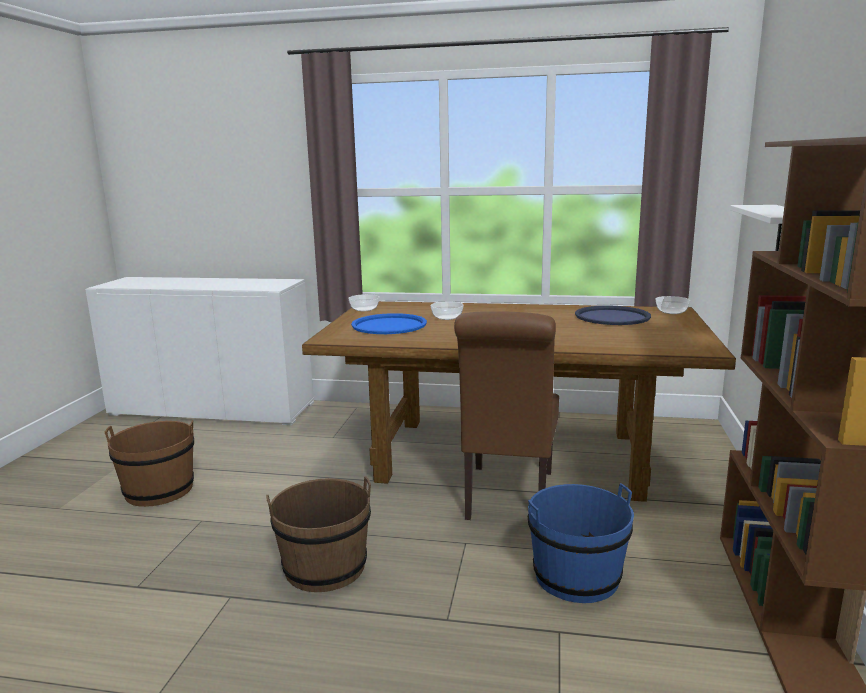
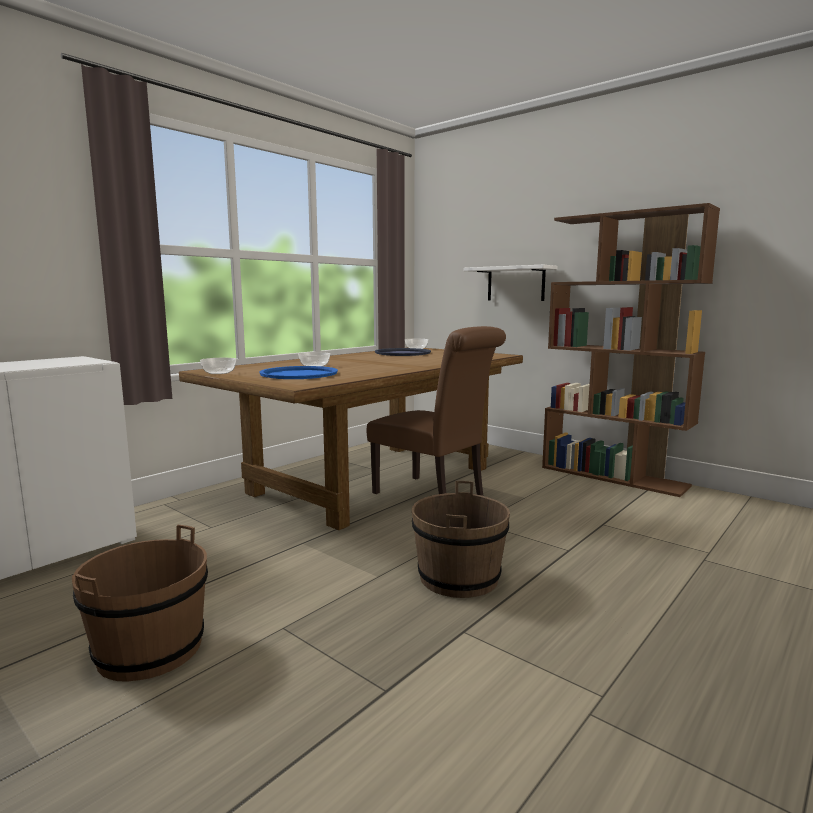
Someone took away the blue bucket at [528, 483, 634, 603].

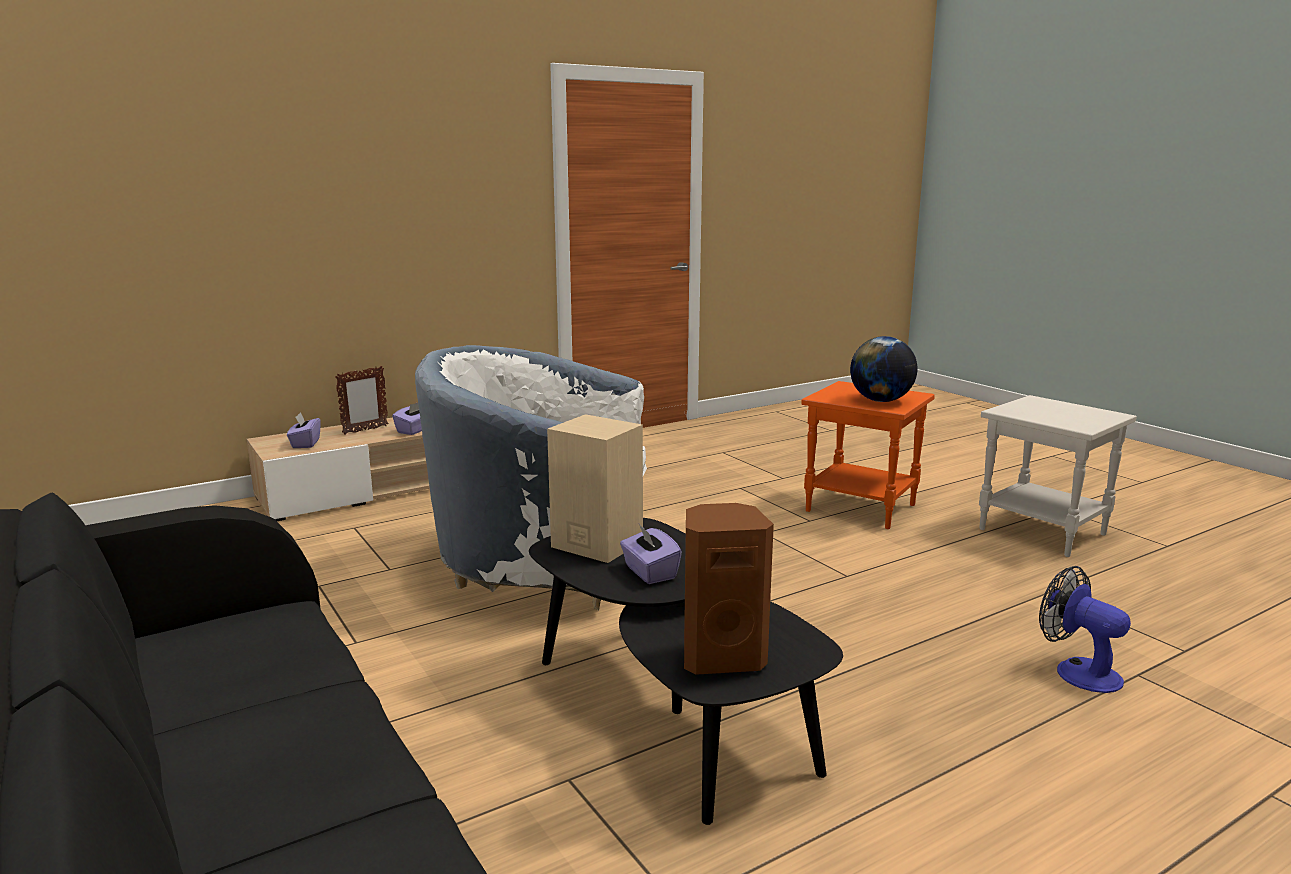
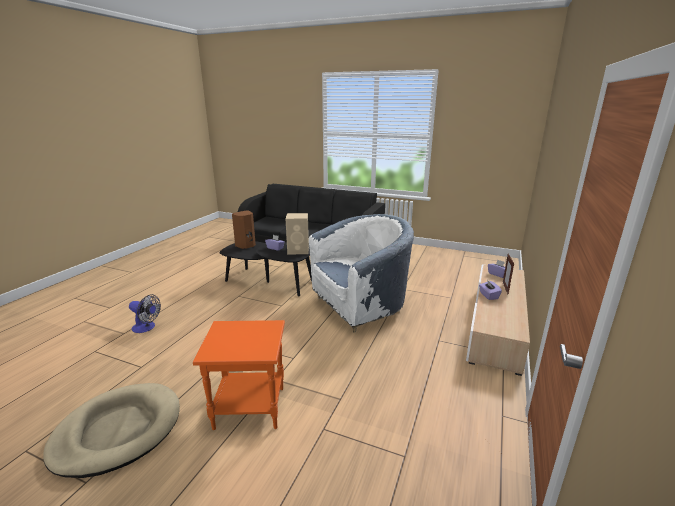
Someone took away the globe at [850, 336, 918, 402].
Someone swapped the white side table at [979, 395, 1137, 557] for the beige dog bed at [43, 383, 180, 478].

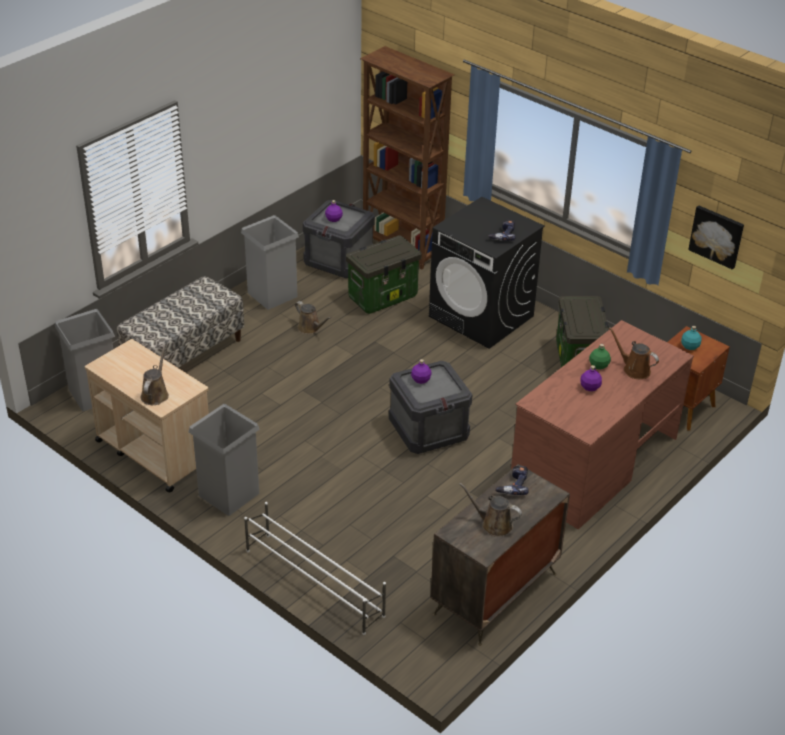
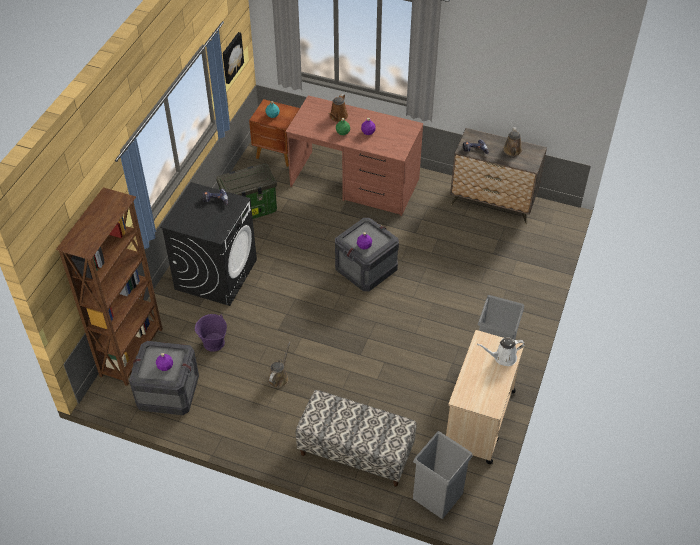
Someone repainted the brown watering can at [141, 345, 169, 405], which became the white watering can at [477, 338, 525, 366].
Someone took away the grey trash can at [241, 215, 299, 310].
Someone took away the white shoe rack at [244, 502, 386, 635].
Someone swapped the storage box at [346, 236, 422, 314] for the purple bucket at [195, 314, 227, 352].

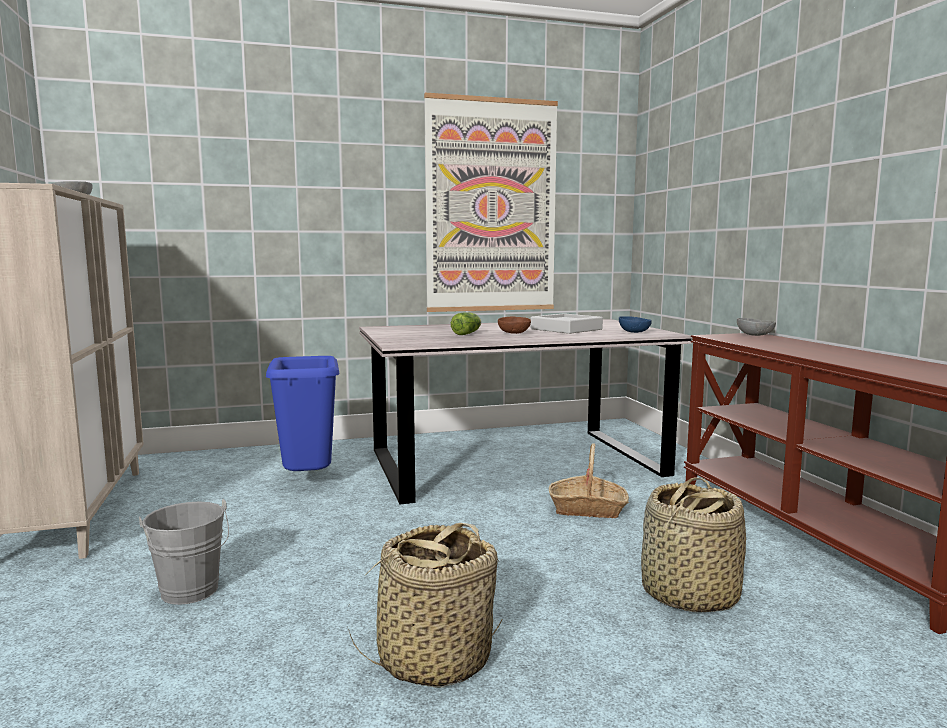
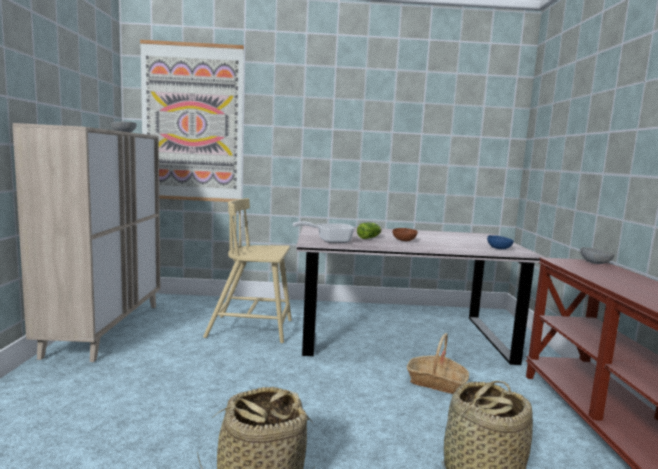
Someone took away the grey bucket at [139, 499, 229, 605].
Someone swapped the blue trash can at [266, 356, 340, 471] for the beige chair at [203, 198, 292, 343].
Someone carried the picture from [424, 93, 558, 312] to [140, 40, 244, 202].
Someone took away the grey tray at [530, 313, 603, 334].
Someone put down the frying pan at [293, 221, 355, 243].

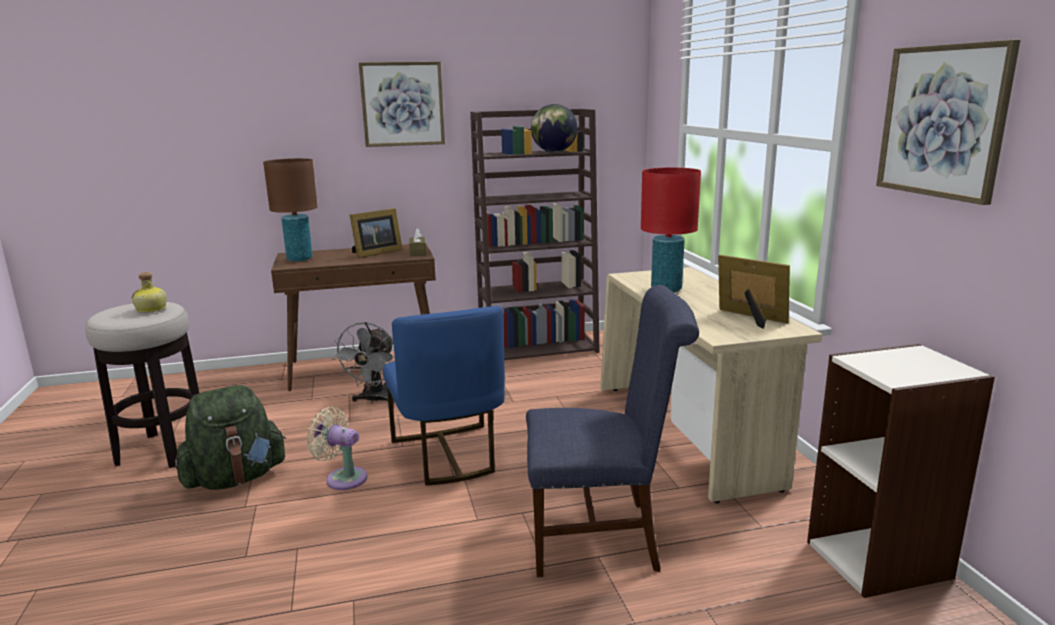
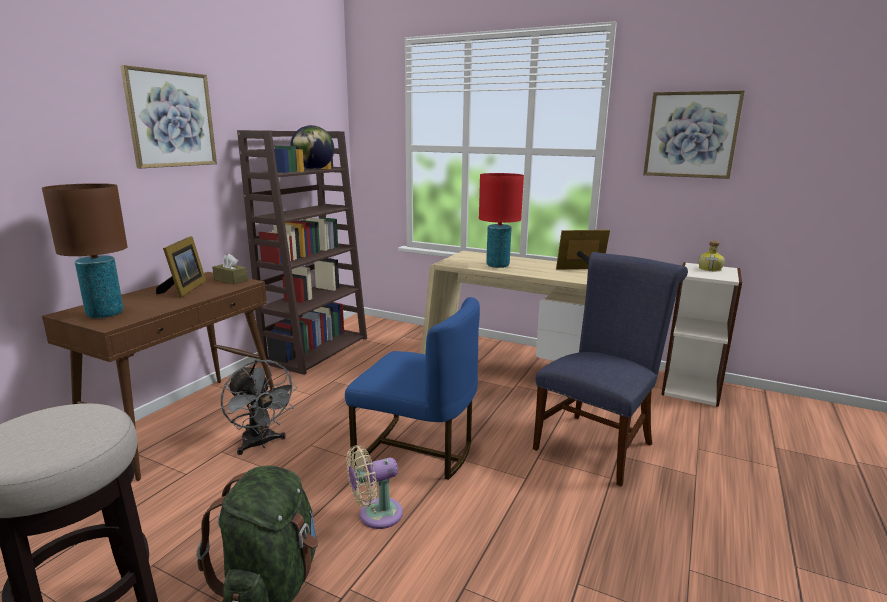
Someone carried the bottle from [132, 272, 167, 313] to [698, 241, 725, 271].

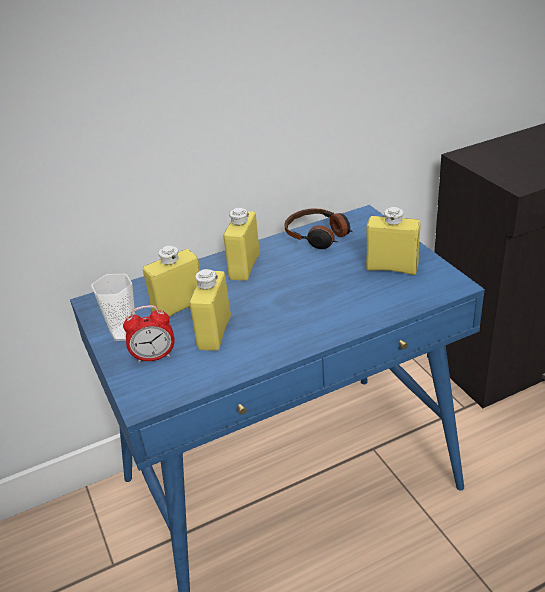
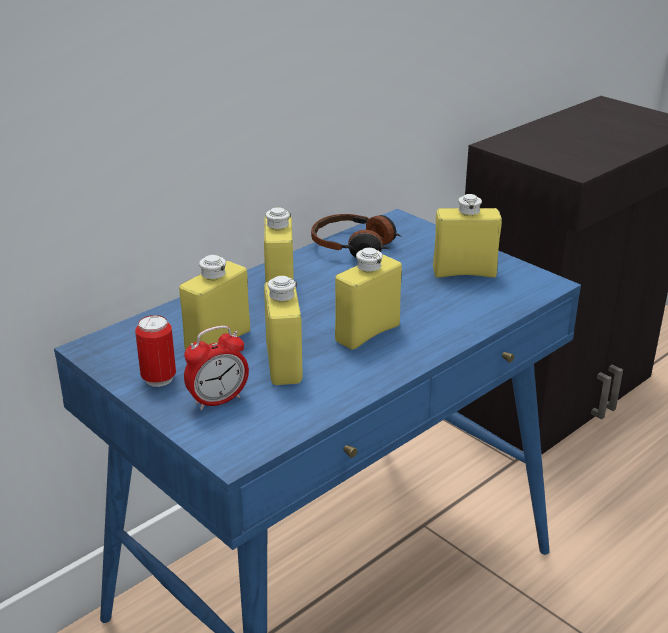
Someone swapped the cup at [91, 274, 135, 341] for the can at [135, 315, 176, 387].
Someone put down the yellow bottle at [335, 248, 402, 350].

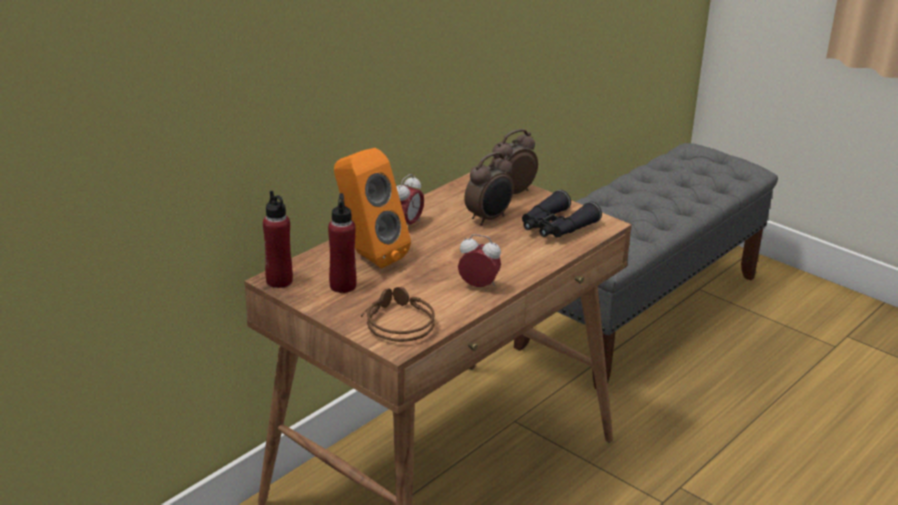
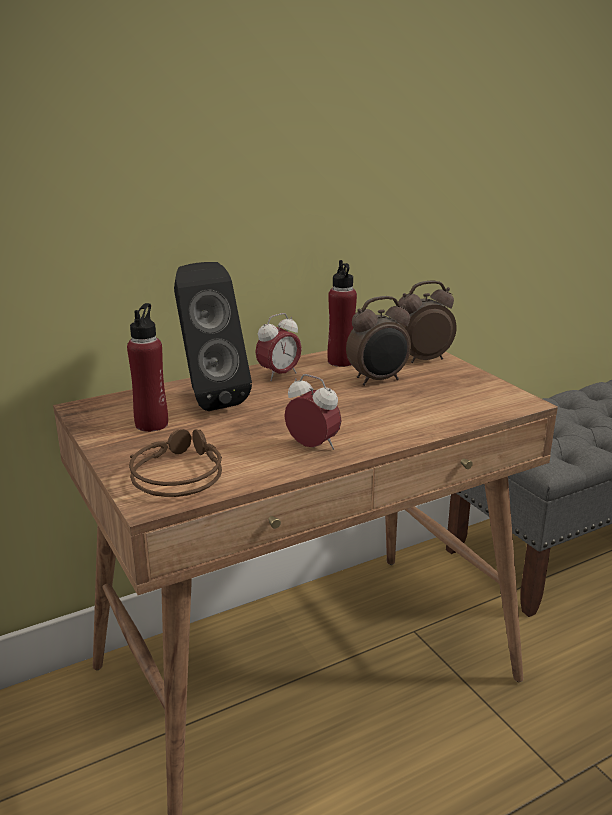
Someone carried the red bottle from [263, 191, 293, 288] to [328, 260, 357, 367].
Someone repainted the orange speaker at [334, 148, 411, 268], which became the black speaker at [174, 262, 252, 411].
Someone took away the black binoculars at [522, 190, 602, 238].

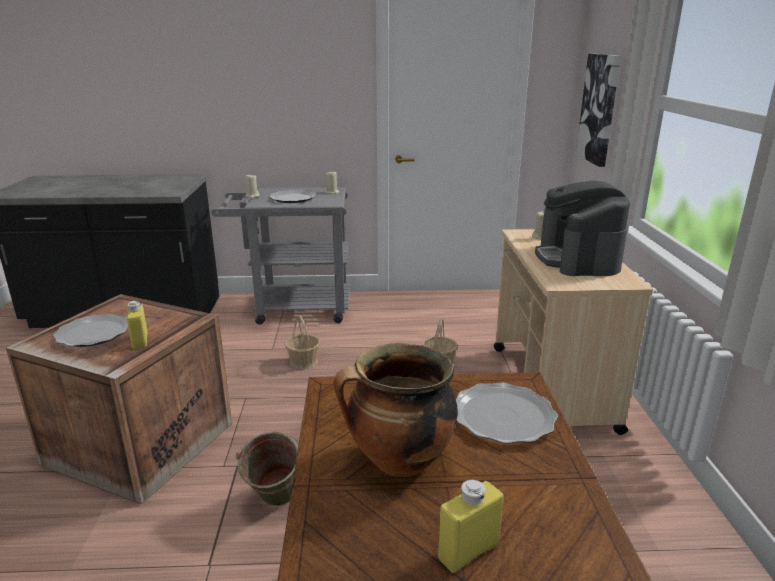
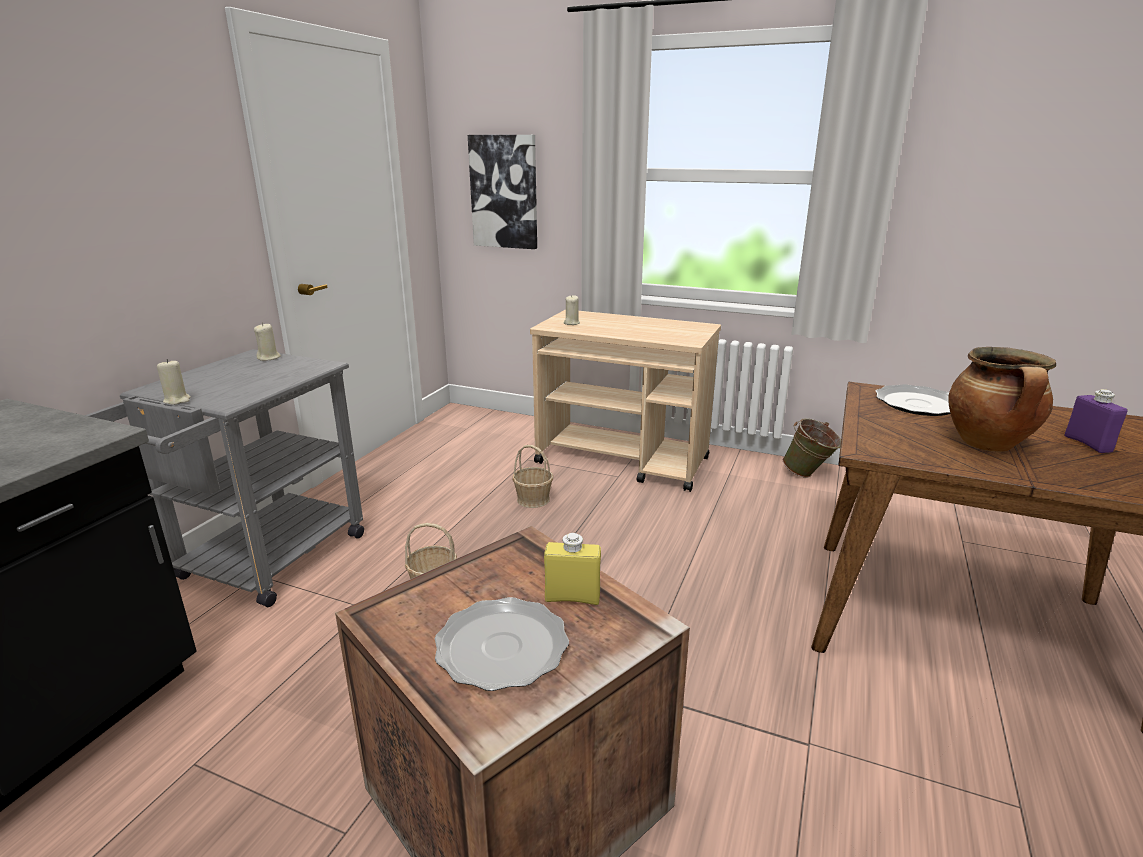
Someone carried the green bucket from [236, 432, 299, 506] to [783, 418, 841, 478].
Someone took away the plate at [269, 190, 316, 203].
Someone repainted the yellow bottle at [438, 480, 504, 573], which became the purple bottle at [1064, 389, 1128, 453].
Someone took away the coffee machine at [535, 181, 630, 276].

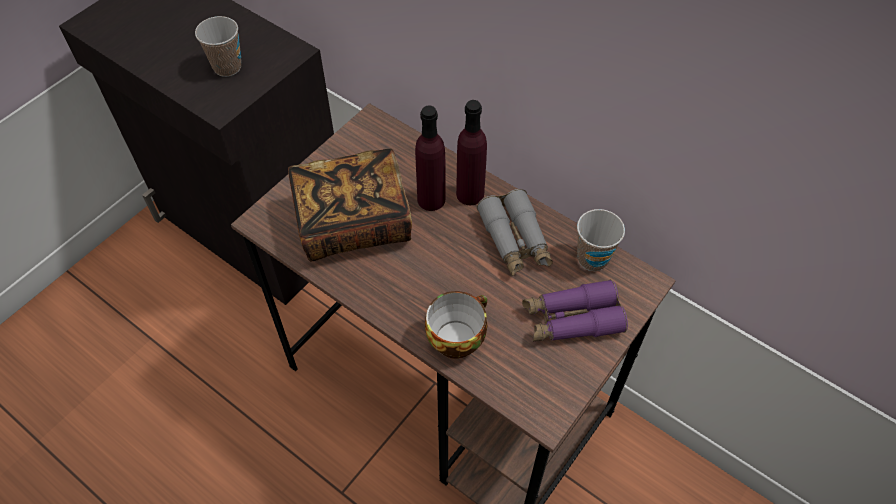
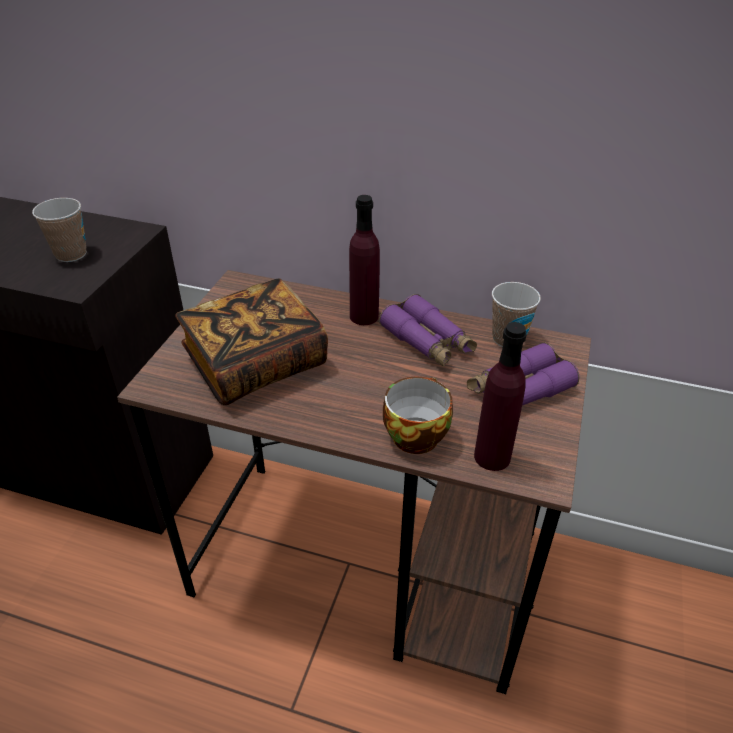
Someone carried the purple bottle from [415, 105, 446, 211] to [474, 322, 527, 471].
Someone repainted the grey binoculars at [477, 189, 553, 276], which became the purple binoculars at [379, 294, 477, 367].

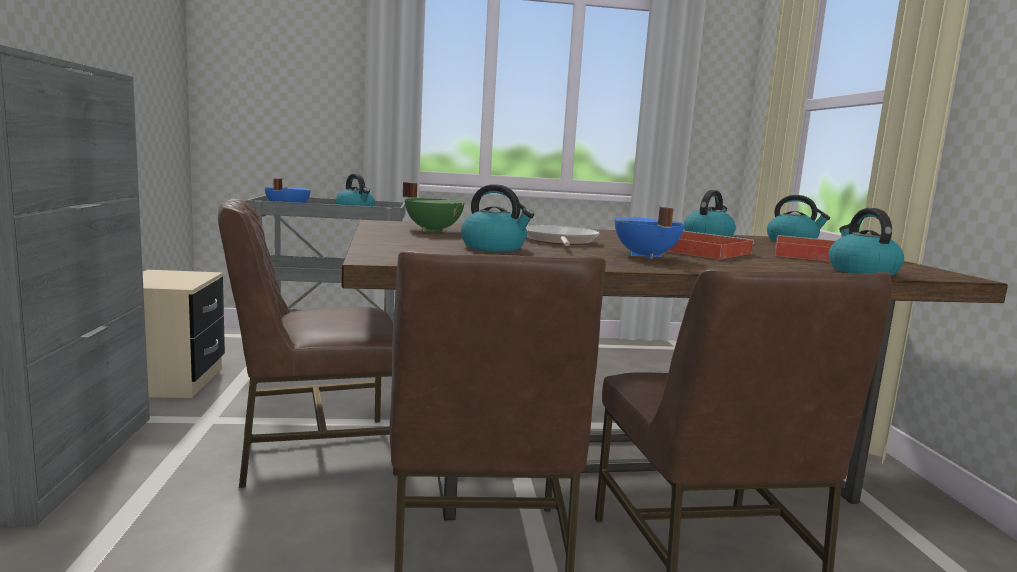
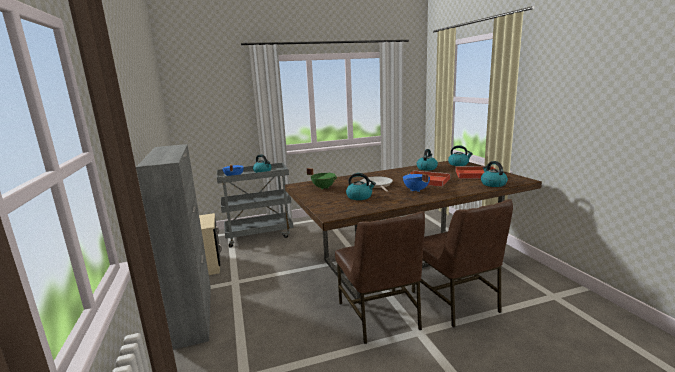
Someone took away the brown chair at [218, 198, 398, 488].

